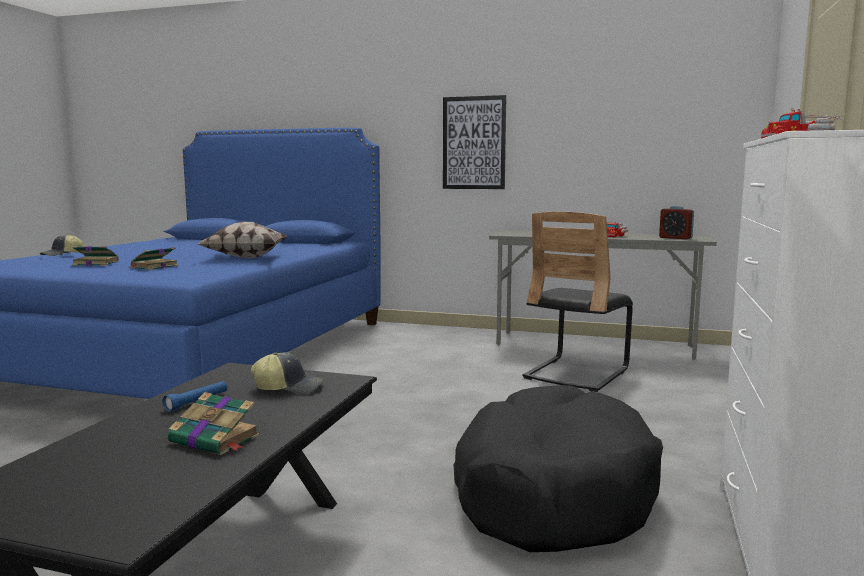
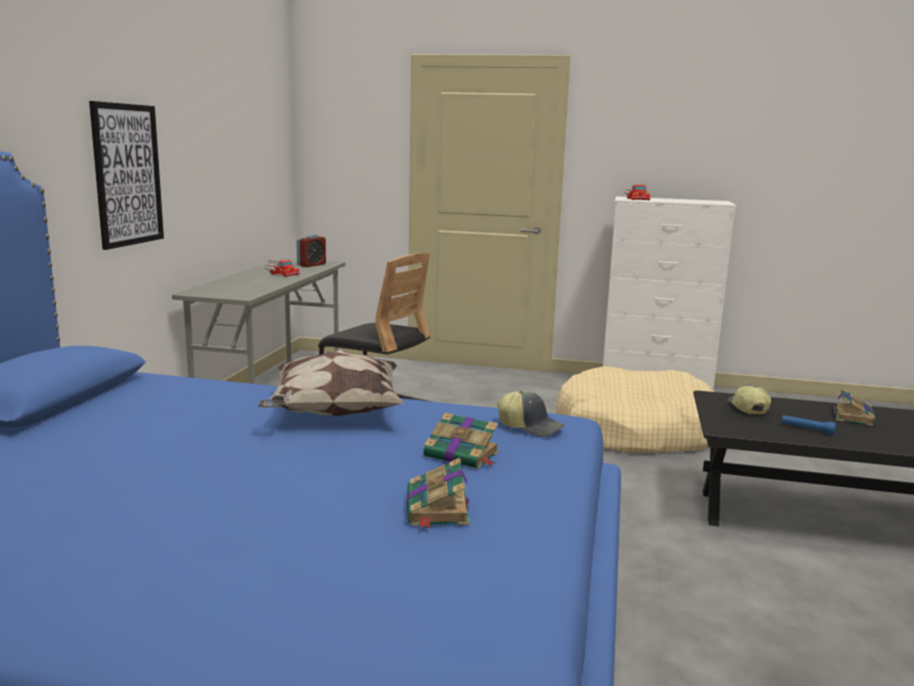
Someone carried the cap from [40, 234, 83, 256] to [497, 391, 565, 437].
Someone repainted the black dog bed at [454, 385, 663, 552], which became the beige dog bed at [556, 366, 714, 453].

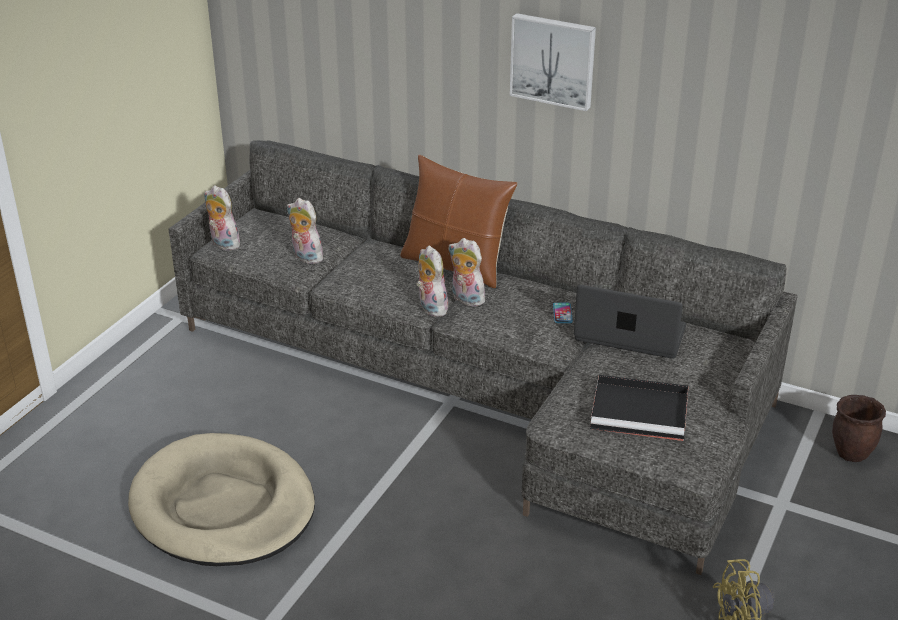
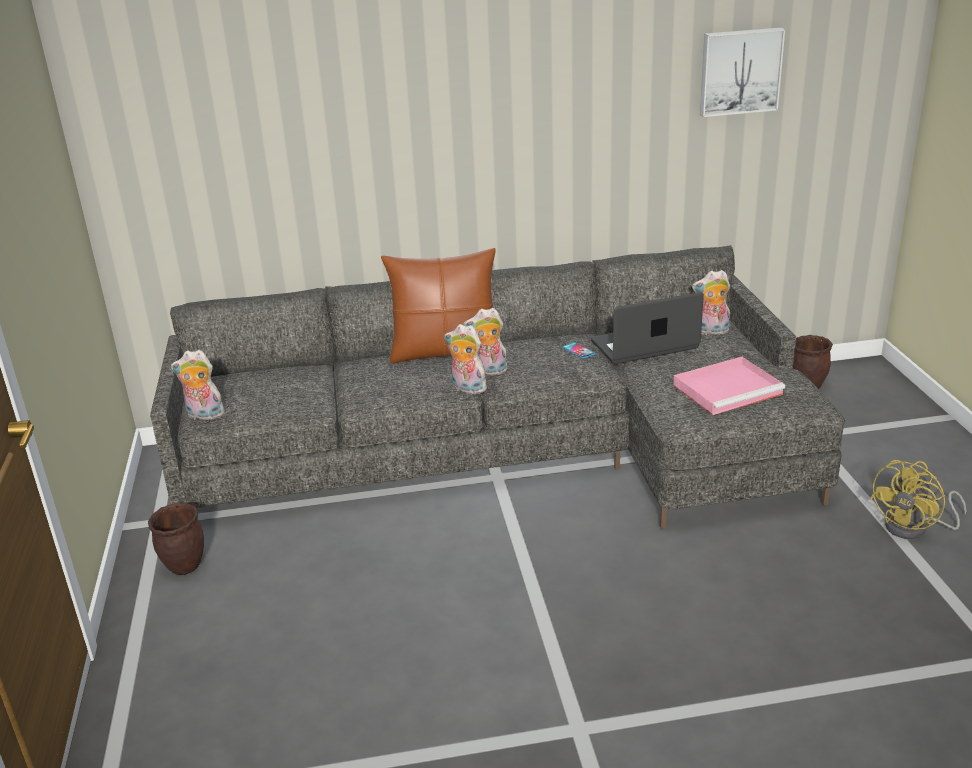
Someone took away the beige dog bed at [128, 433, 315, 566].
Someone carried the plush toy from [287, 198, 323, 264] to [692, 270, 730, 335].
Someone carried the picture from [510, 13, 596, 111] to [700, 28, 785, 117].
Someone repainted the black tray at [590, 375, 689, 441], which became the pink tray at [673, 357, 785, 415].
Someone put down the brown planter at [148, 503, 204, 575].

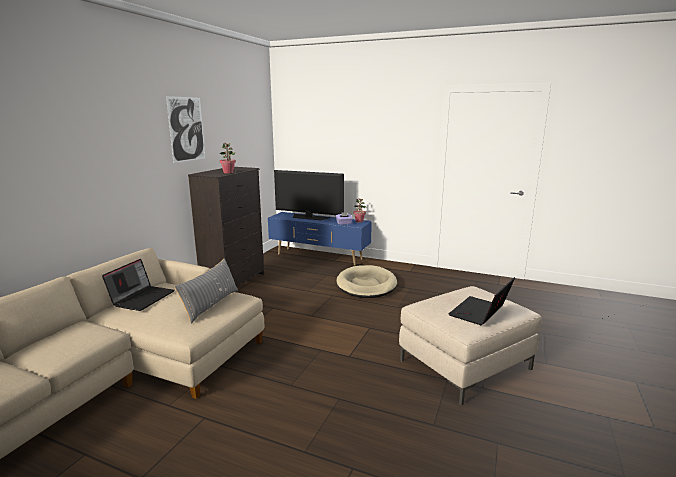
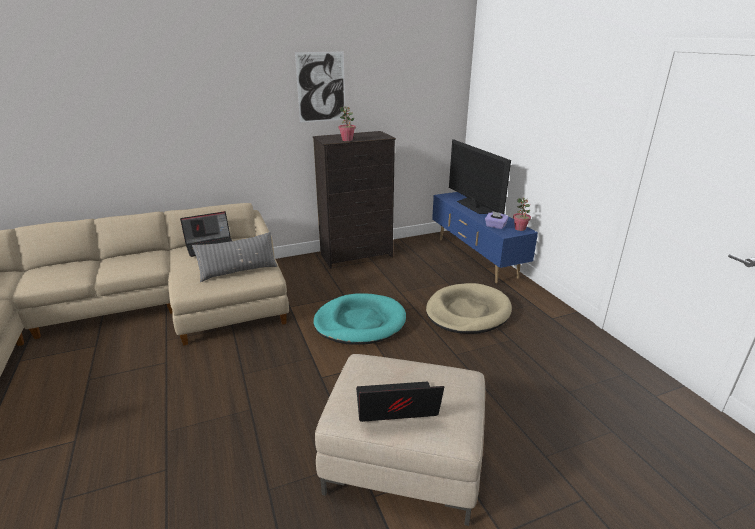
Someone put down the turquoise dog bed at [313, 293, 406, 345].

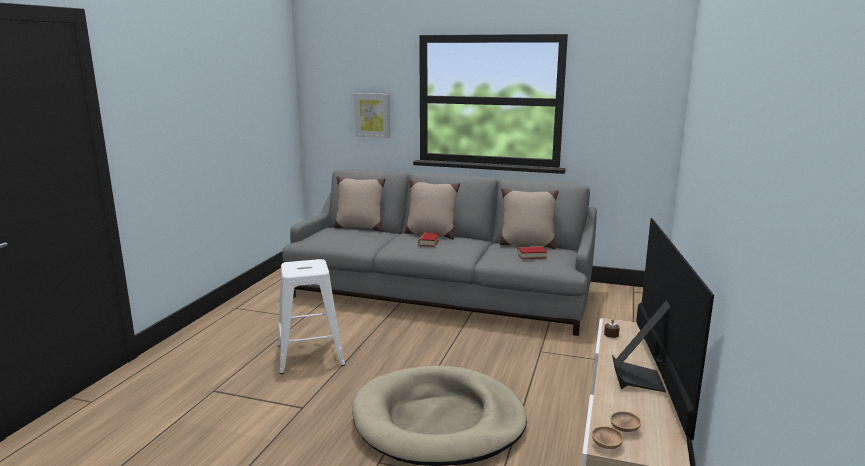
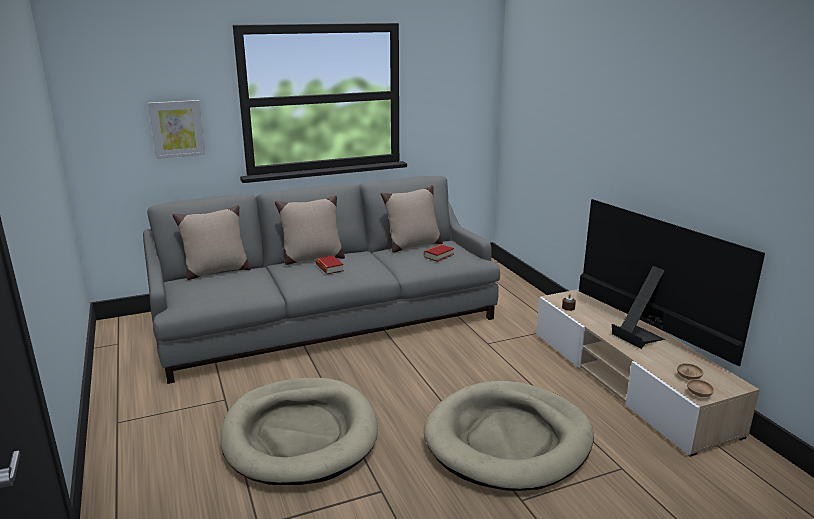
Someone swapped the white stool at [277, 259, 345, 374] for the beige dog bed at [221, 378, 378, 485].

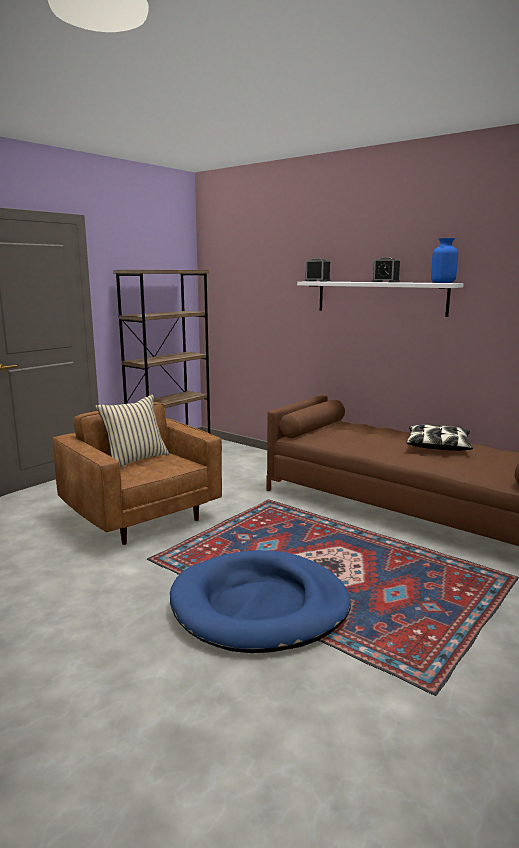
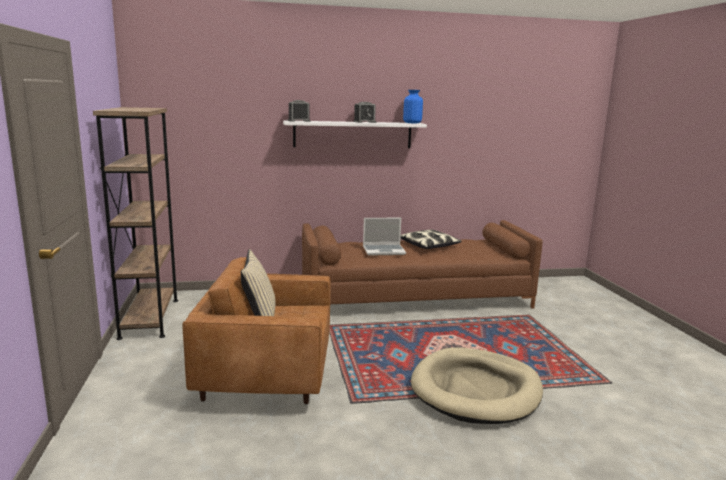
Someone repainted the blue dog bed at [170, 550, 351, 653], which became the beige dog bed at [411, 347, 543, 424].
Someone put down the laptop at [363, 218, 406, 256].

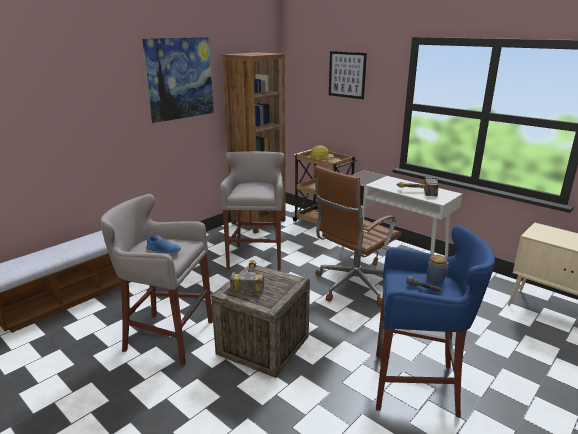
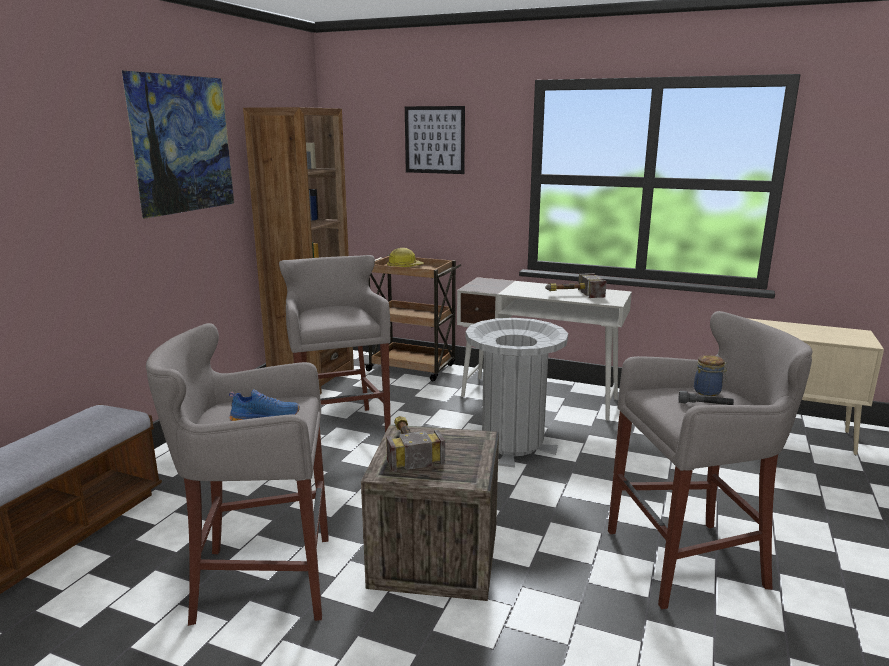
Someone swapped the brown office chair at [313, 166, 401, 307] for the grey trash can at [465, 318, 568, 468].
Someone repainted the blue stool at [376, 225, 495, 418], which became the grey stool at [608, 311, 813, 609].

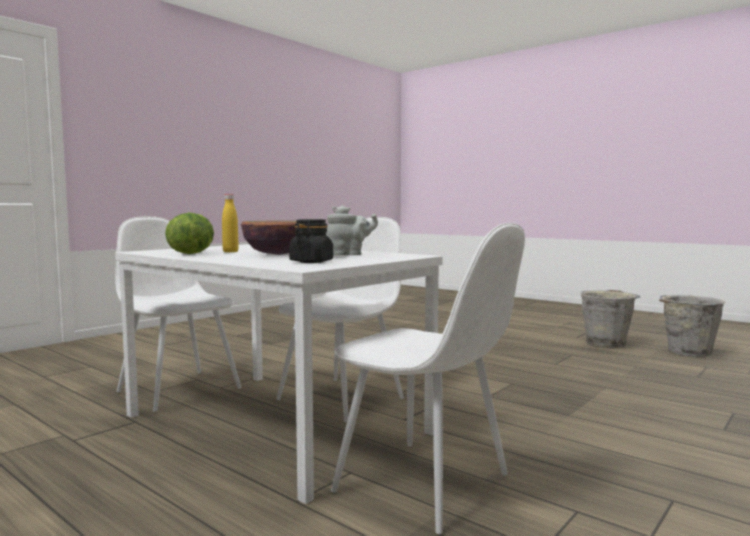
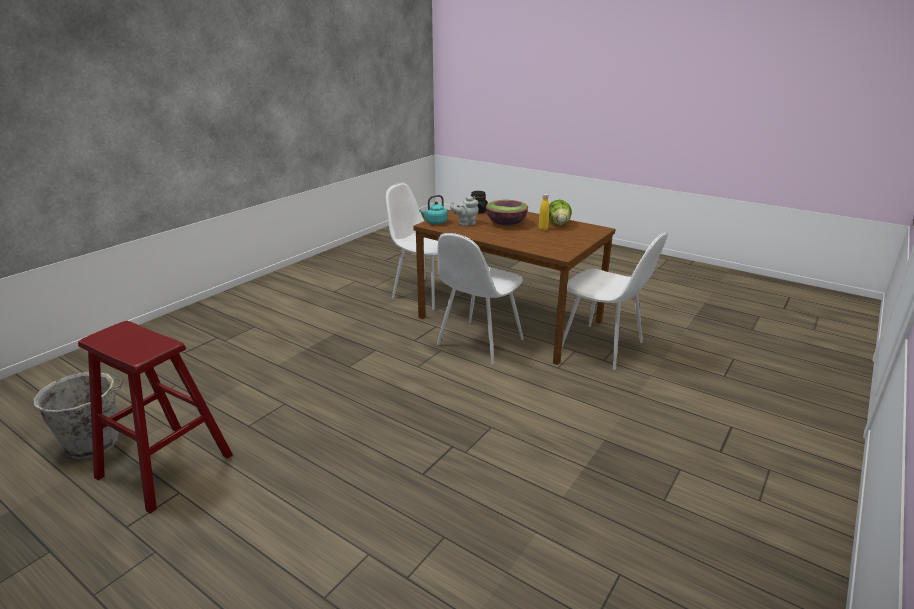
Someone repainted the white dining table at [115, 244, 443, 504], which became the brown dining table at [413, 210, 615, 365].
Someone swapped the grey bucket at [580, 290, 641, 348] for the red stool at [78, 321, 233, 514].
Someone put down the turquoise kettle at [419, 195, 448, 224].

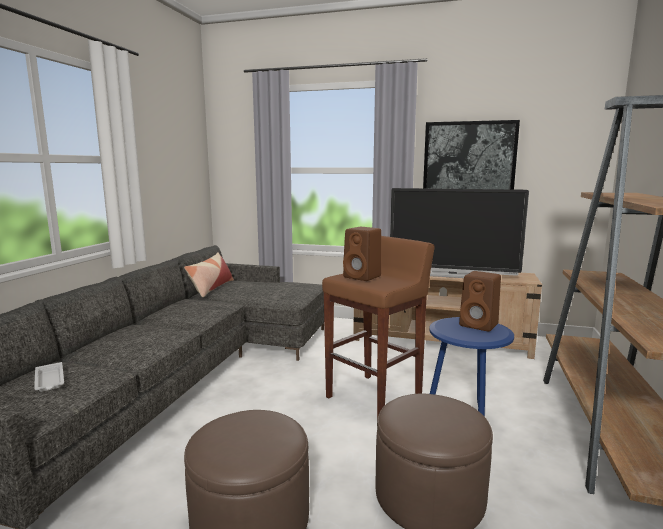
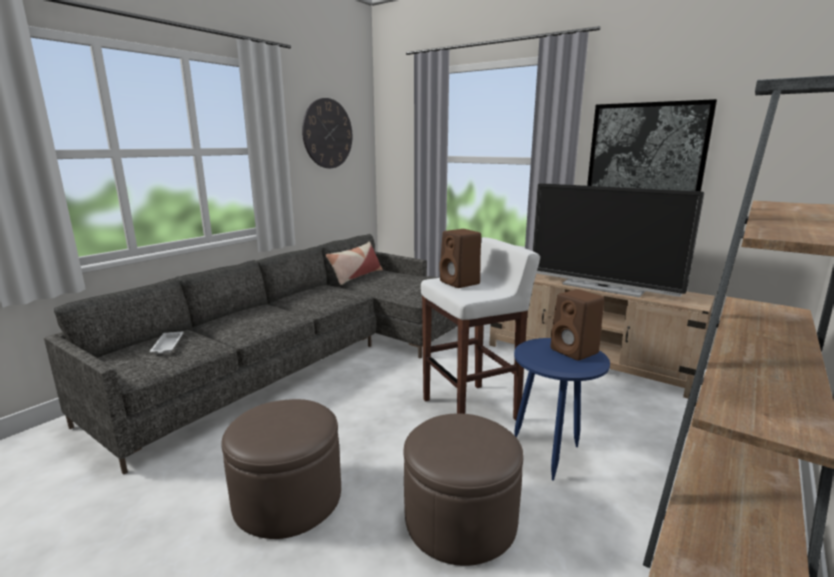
Someone repainted the brown stool at [322, 236, 435, 419], which became the white stool at [421, 237, 540, 420].
Someone put up the wall clock at [302, 98, 352, 168].

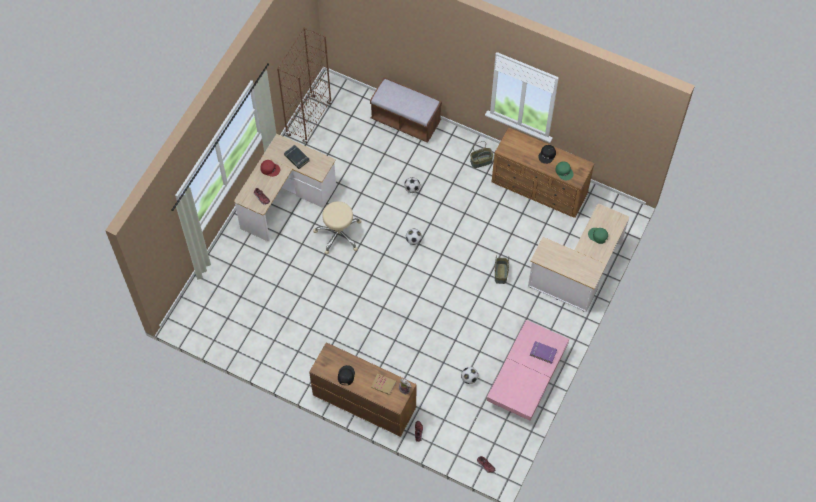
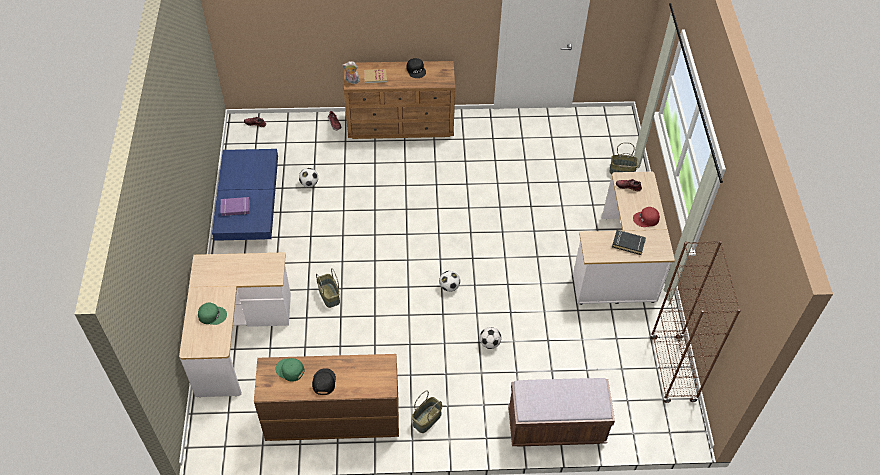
Someone took away the beige stool at [313, 201, 362, 254].
Someone repainted the pink coffee table at [486, 320, 569, 421], which became the blue coffee table at [212, 149, 278, 241].
Someone put down the basket at [610, 142, 638, 175].

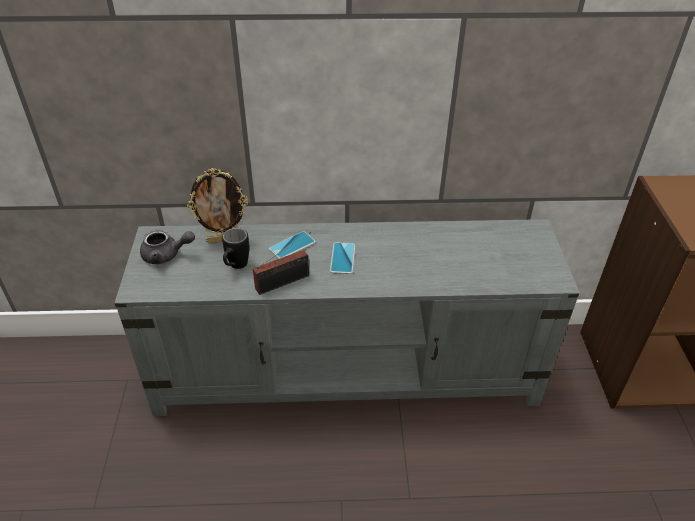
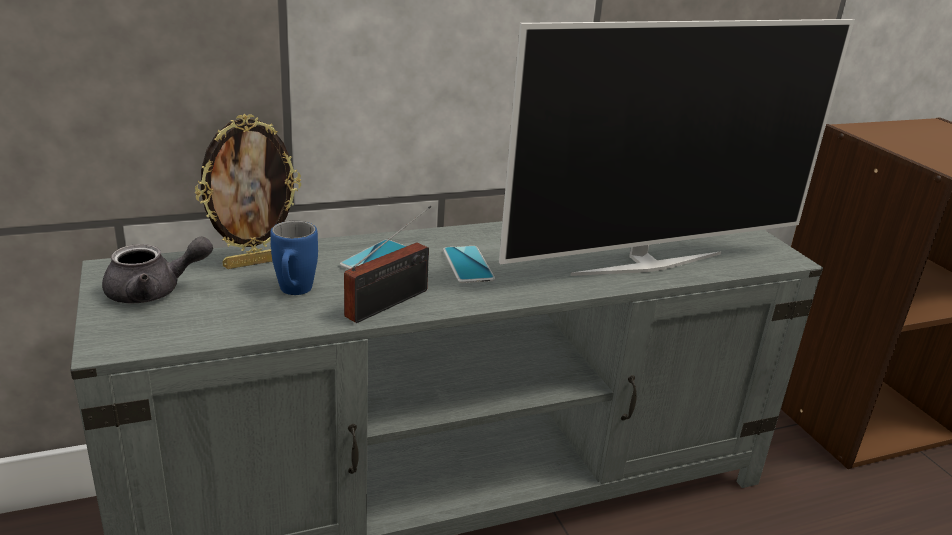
Someone repainted the black mug at [222, 228, 249, 269], which became the blue mug at [270, 221, 318, 295].
Someone put down the television at [499, 19, 855, 276].

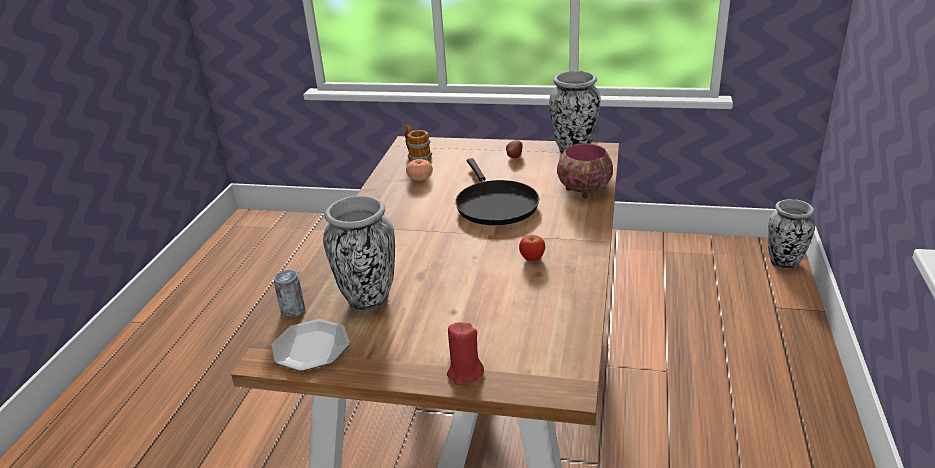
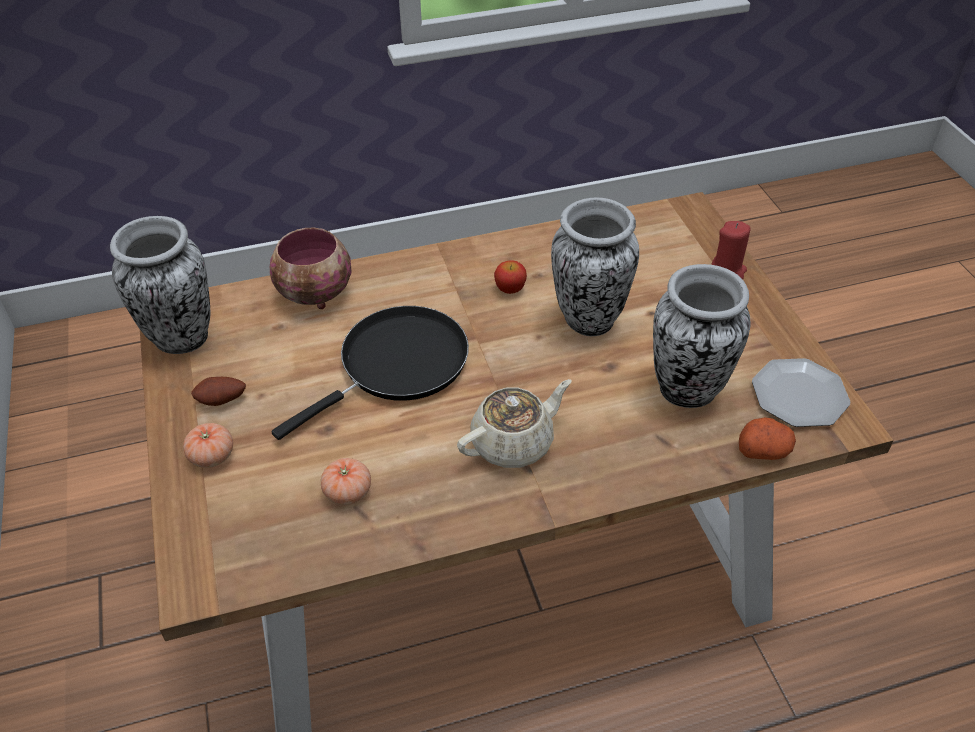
Someone swapped the can at [274, 270, 305, 317] for the potato at [739, 417, 796, 460].
Someone took away the mug at [405, 124, 432, 162].
Someone carried the vase from [768, 199, 815, 269] to [551, 197, 639, 336].
Someone put down the tomato at [183, 423, 233, 468].
Someone put down the beige teapot at [457, 379, 571, 468].

